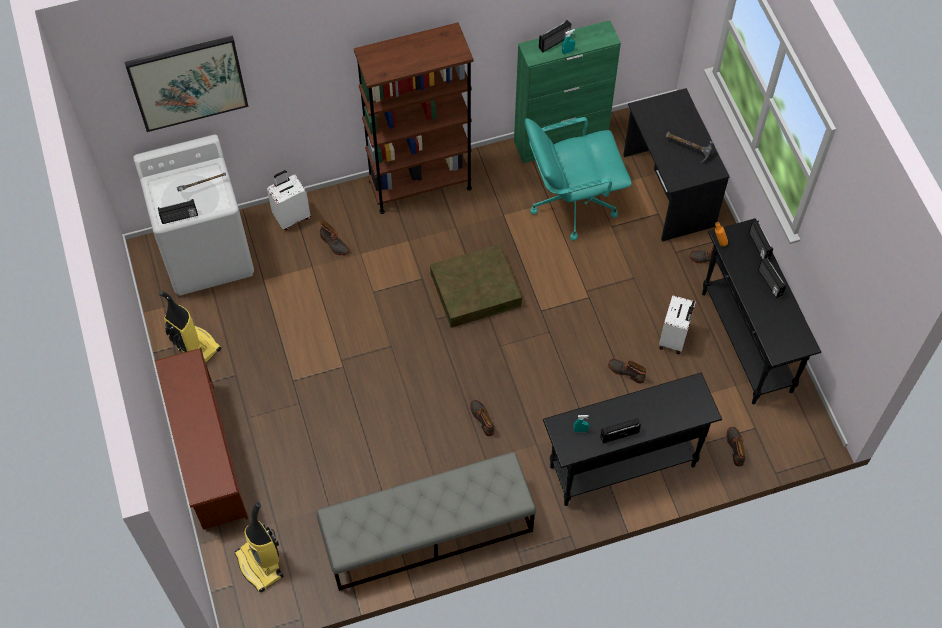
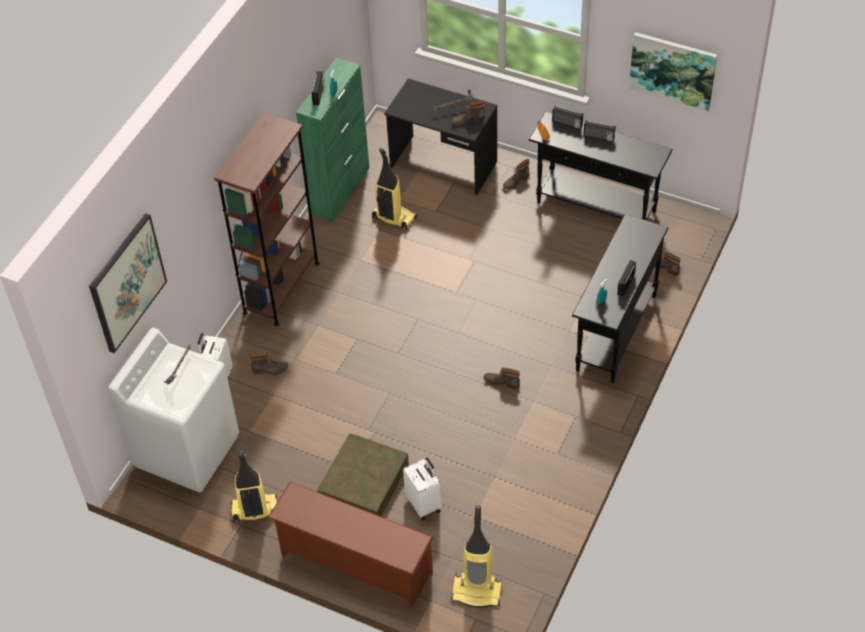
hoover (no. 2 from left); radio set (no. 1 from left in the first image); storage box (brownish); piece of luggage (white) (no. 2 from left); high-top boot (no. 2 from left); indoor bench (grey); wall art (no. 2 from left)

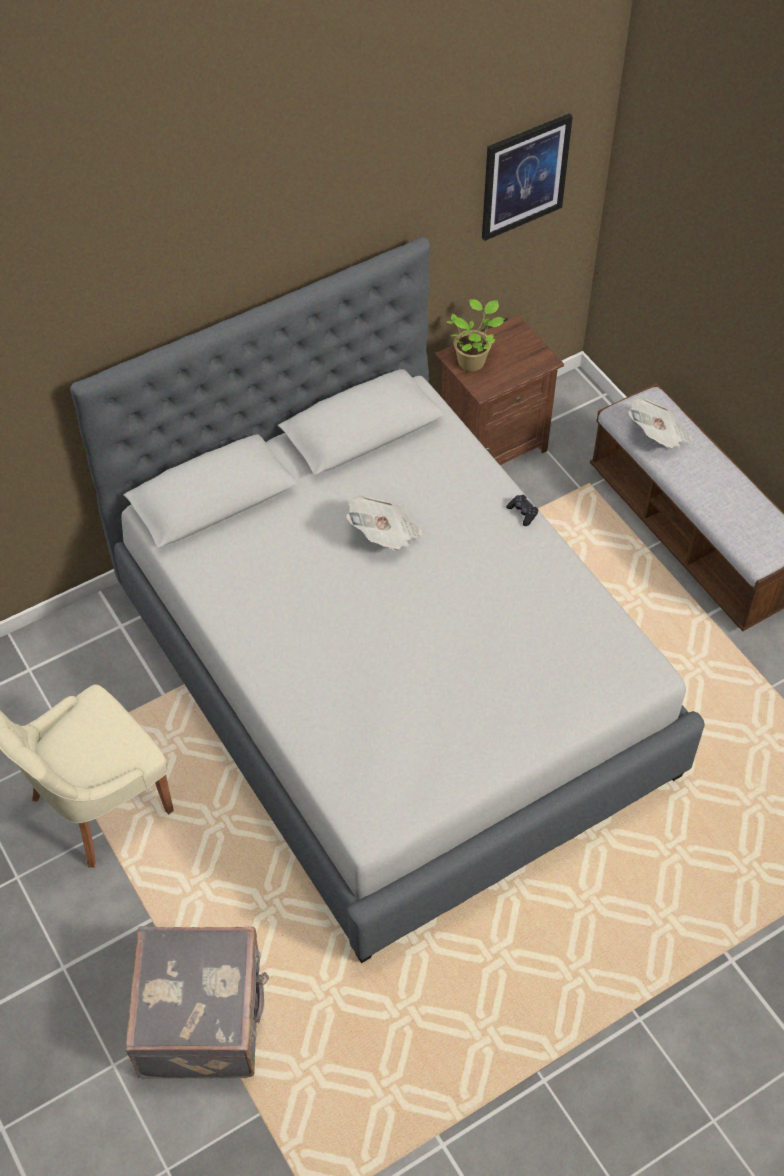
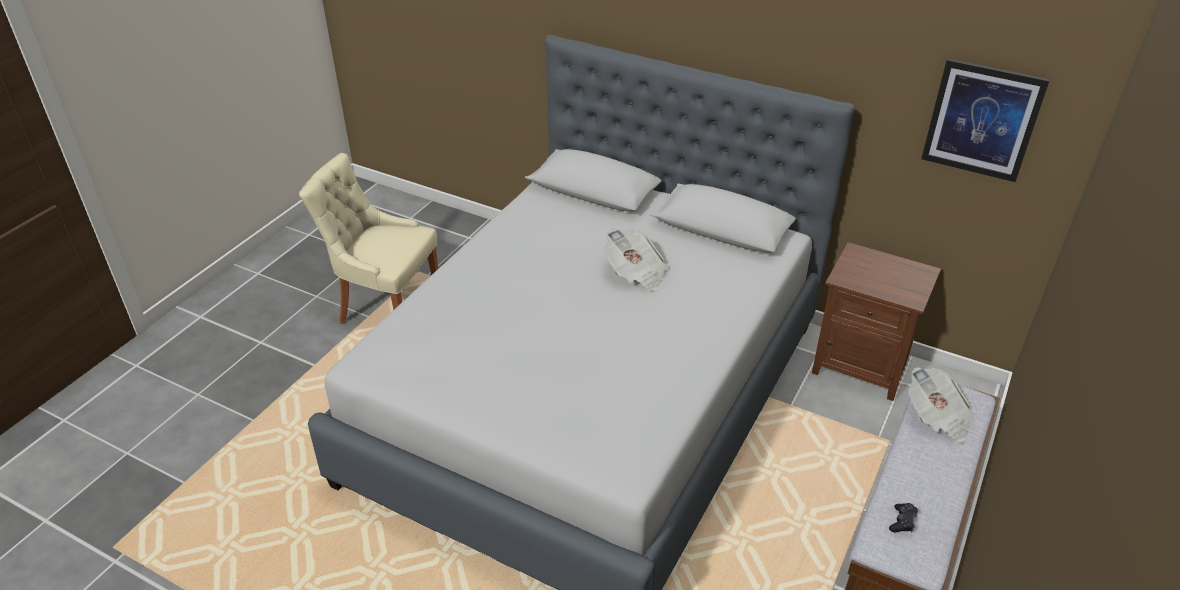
houseplant; gamepad (black-coloured); piece of luggage (grey)

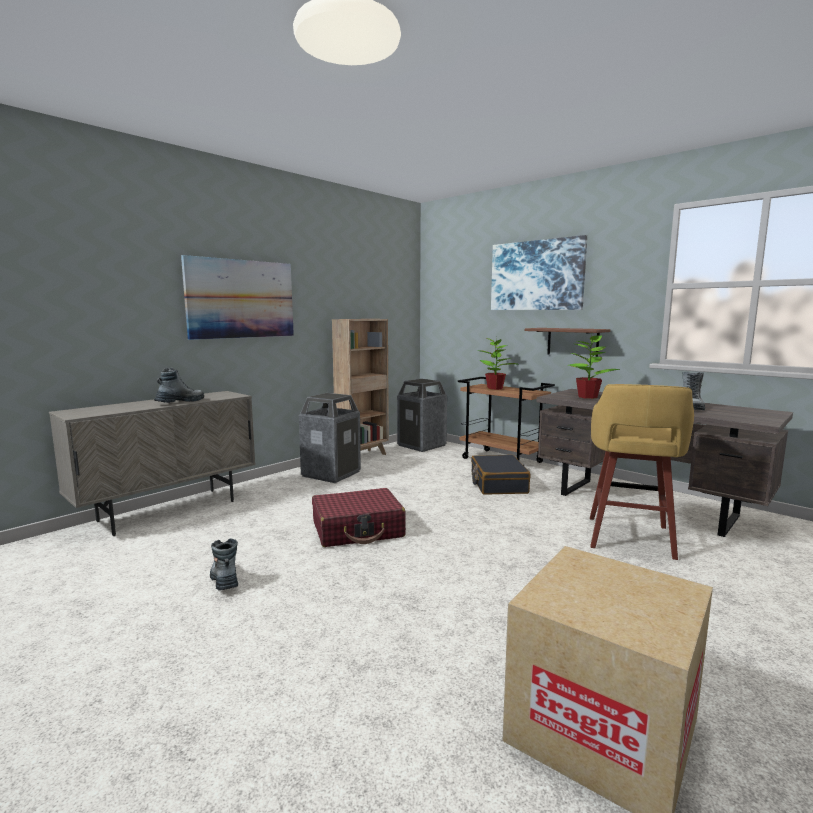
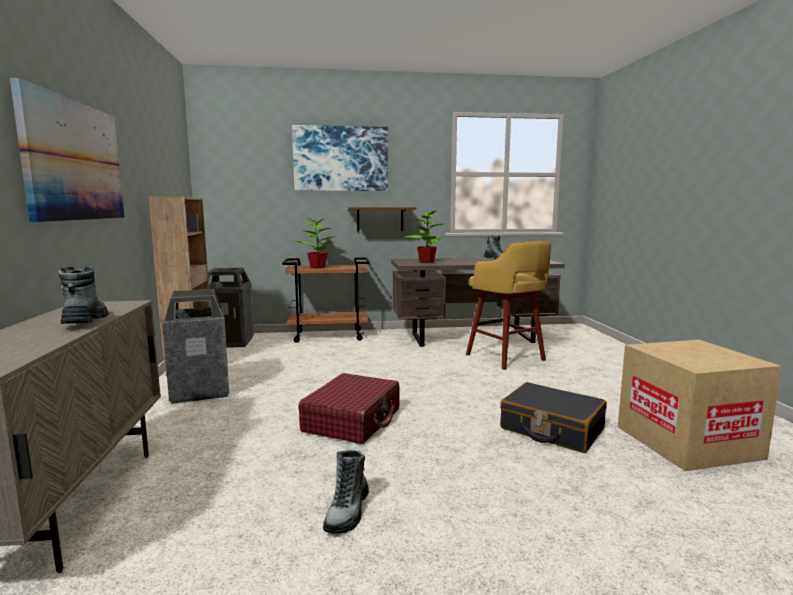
piece of luggage (black-coloured); high-top boot (no. 2 from left)

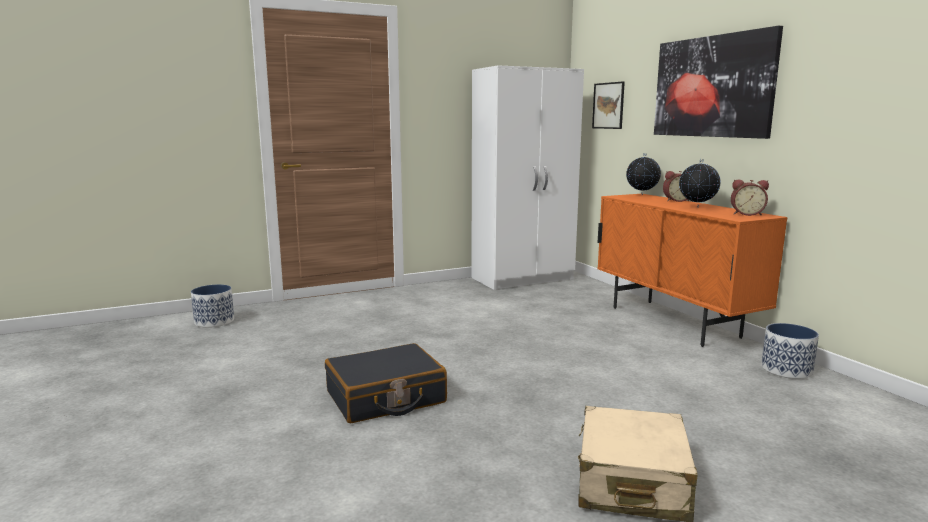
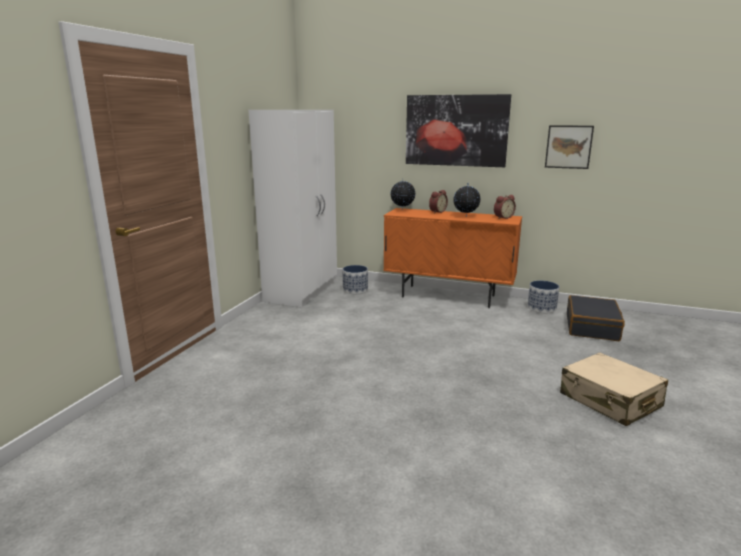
wall art (no. 2 from left); flower pot (no. 1 from left); piece of luggage (black-coloured)

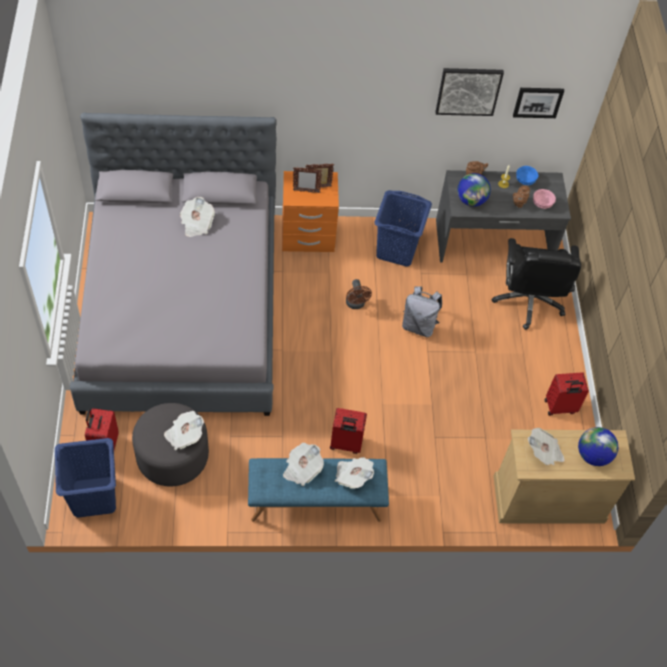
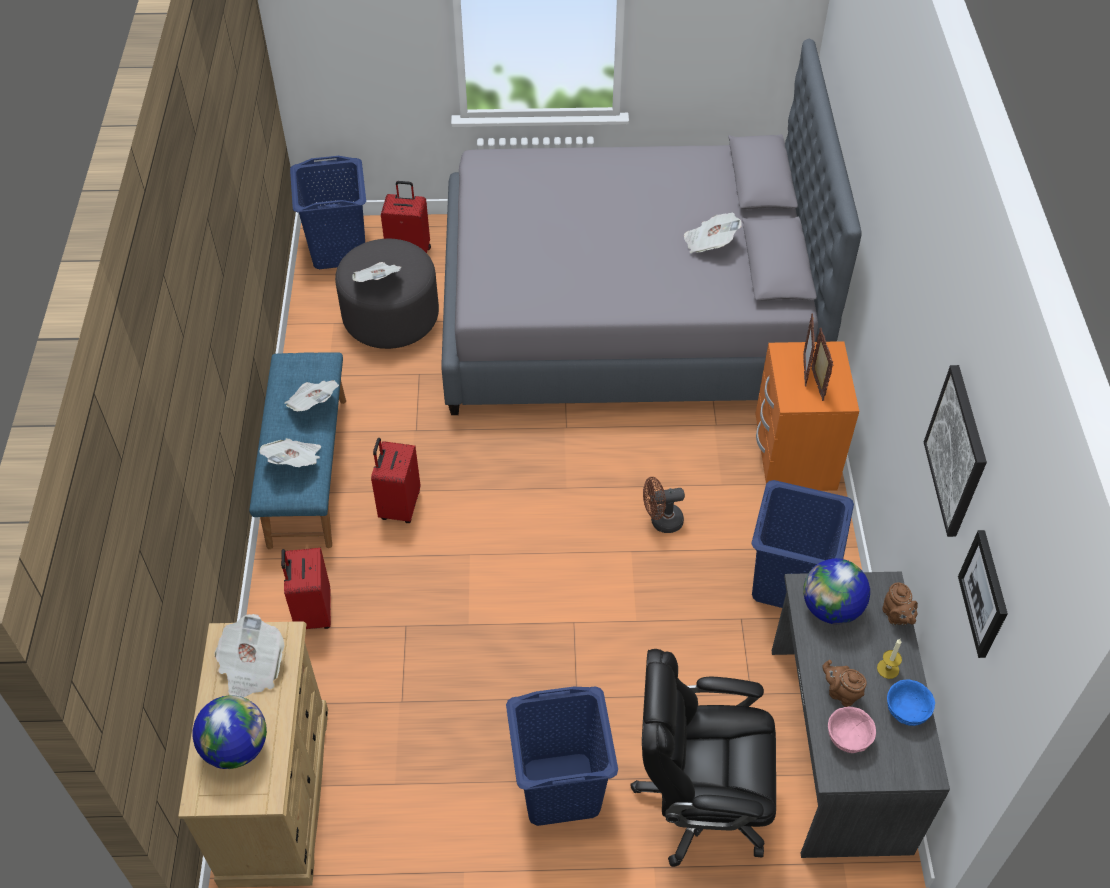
backpack (grey); piece of luggage (reddish) (no. 1 from left); washing basket (blue-coloured) (no. 2 from left)

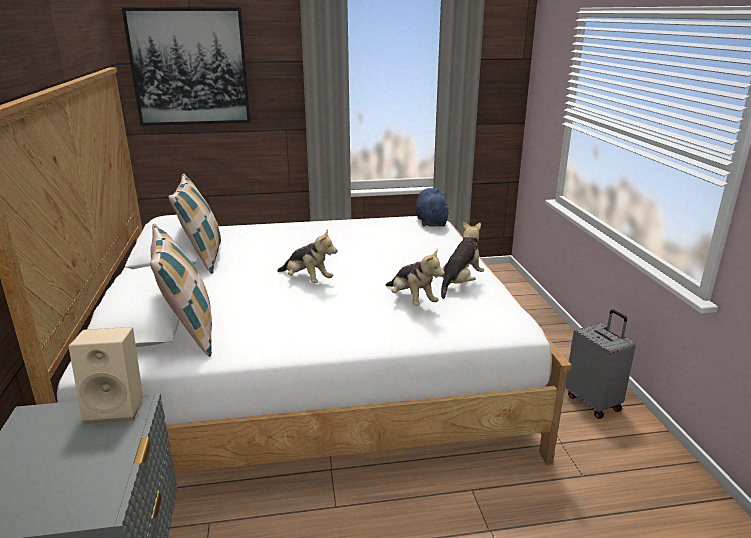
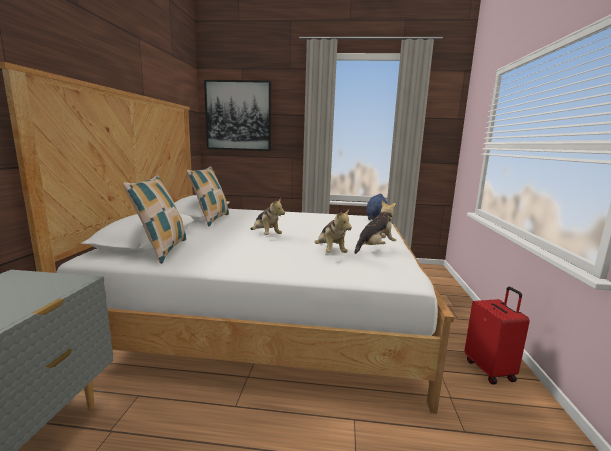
piece of luggage (reddish); speaker (sand-coloured)

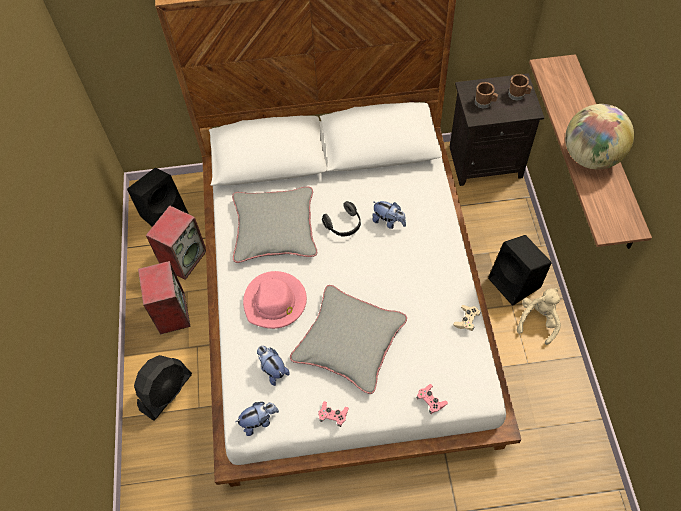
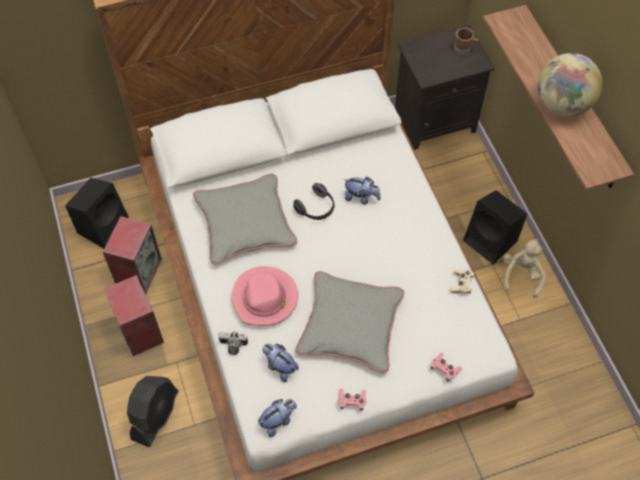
mug (brownish) (no. 1 from left in the first image); still camera

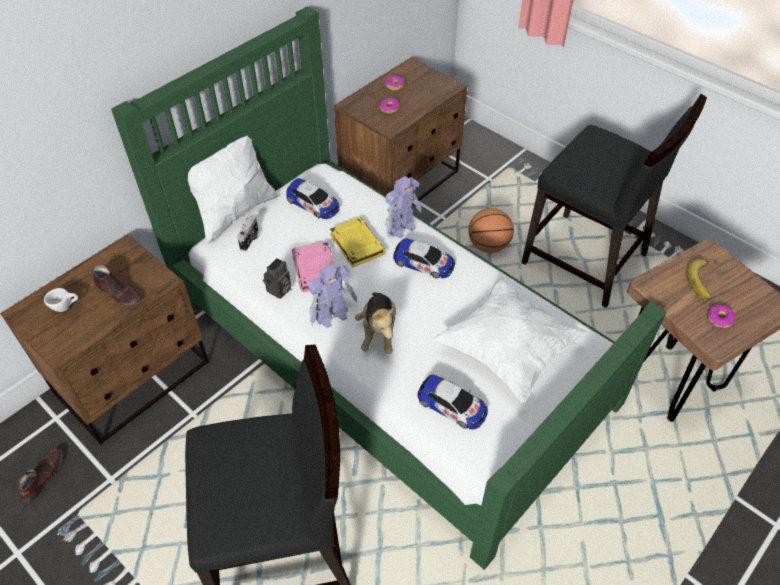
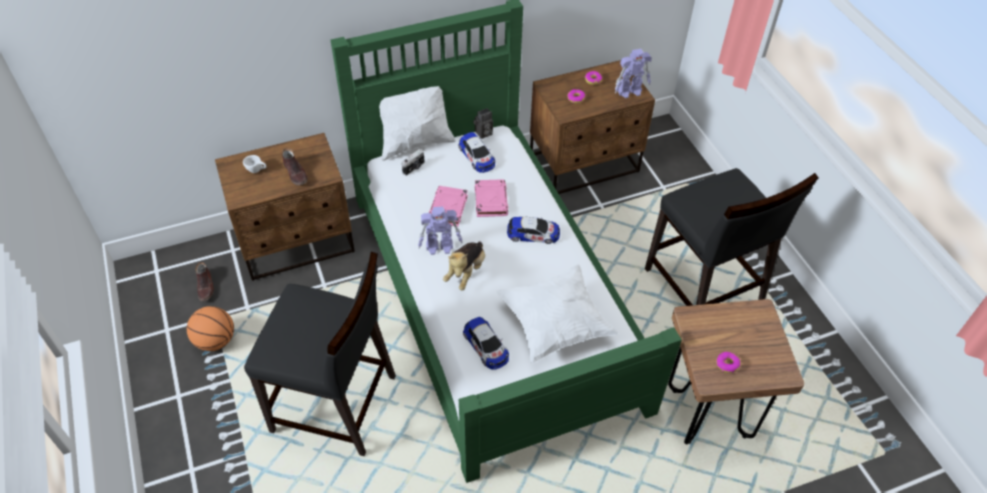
toy robot (no. 2 from left); basketball ball; bound book (pink-coloured) (no. 2 from left); toy car (no. 3 from left); still camera (no. 2 from left); whole banana; low shoe (brownish) (no. 1 from left)

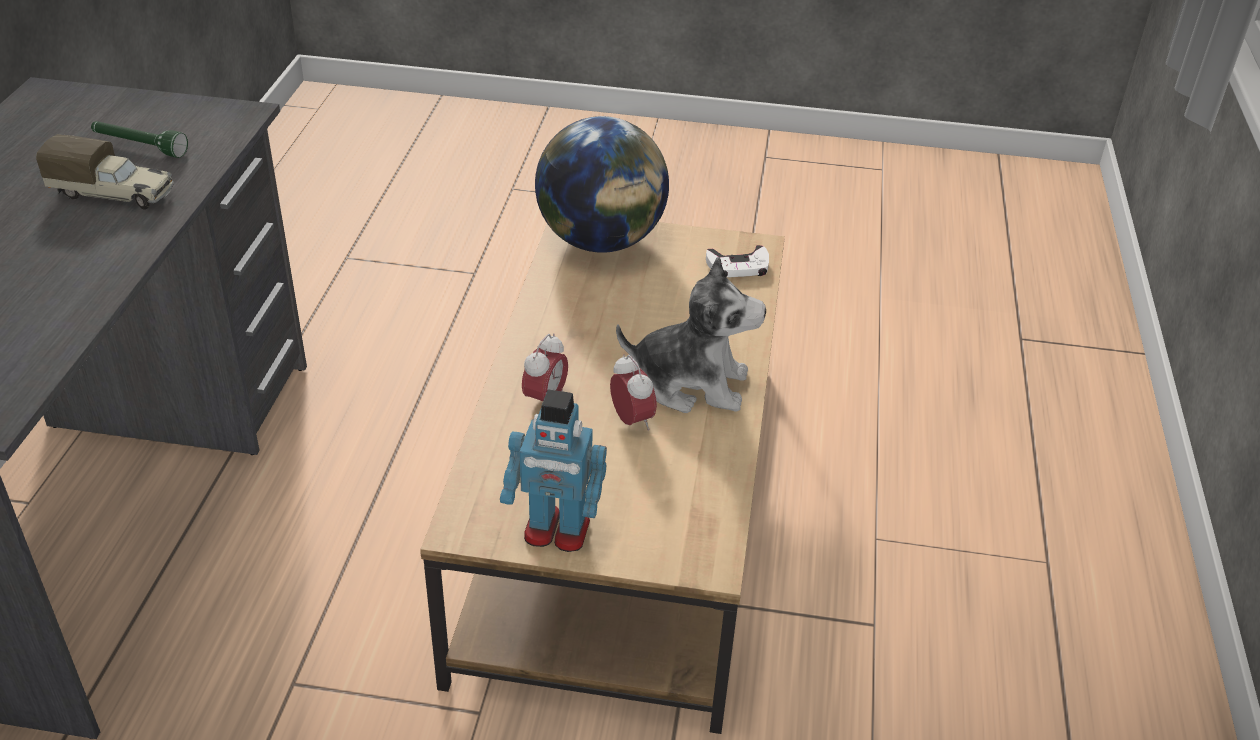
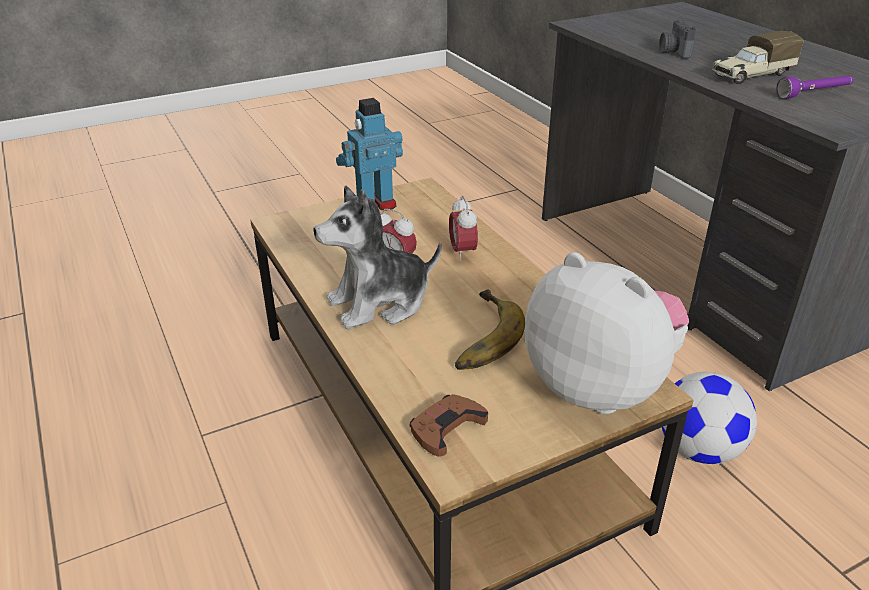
cuddly toy (no. 2 from left); flashlight (purplish); gamepad (brownish); still camera; whole banana; football ball

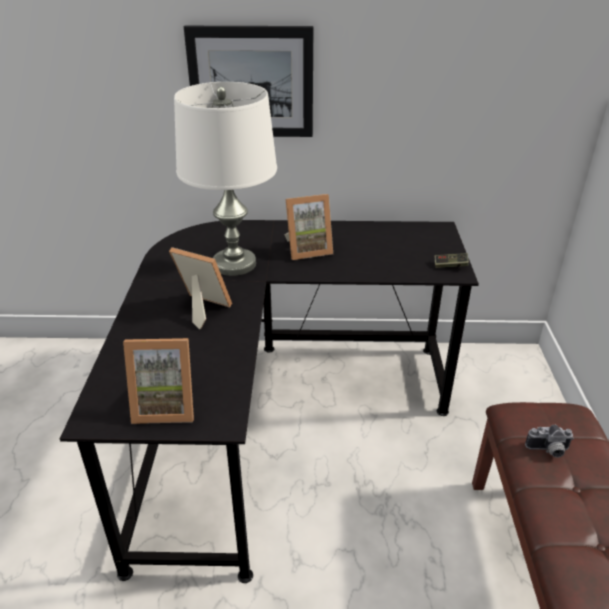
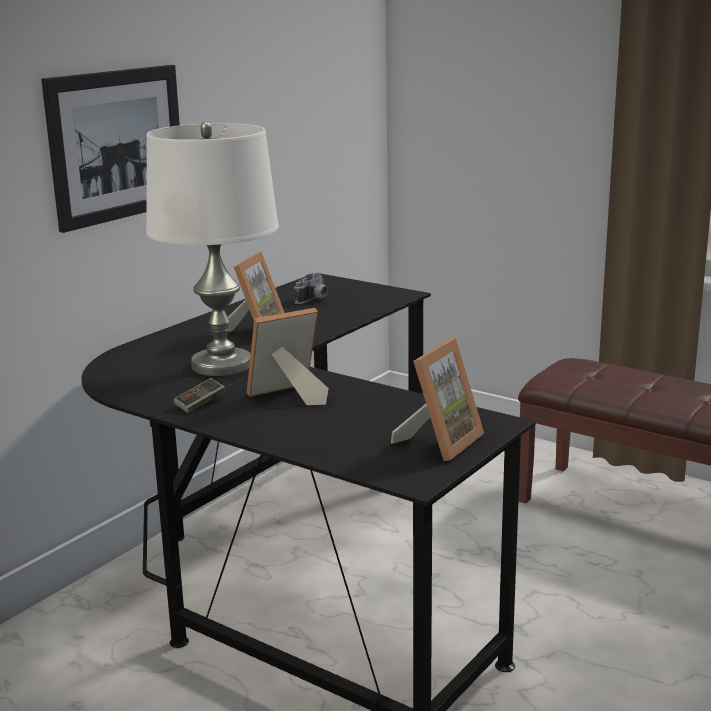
gamepad; still camera

